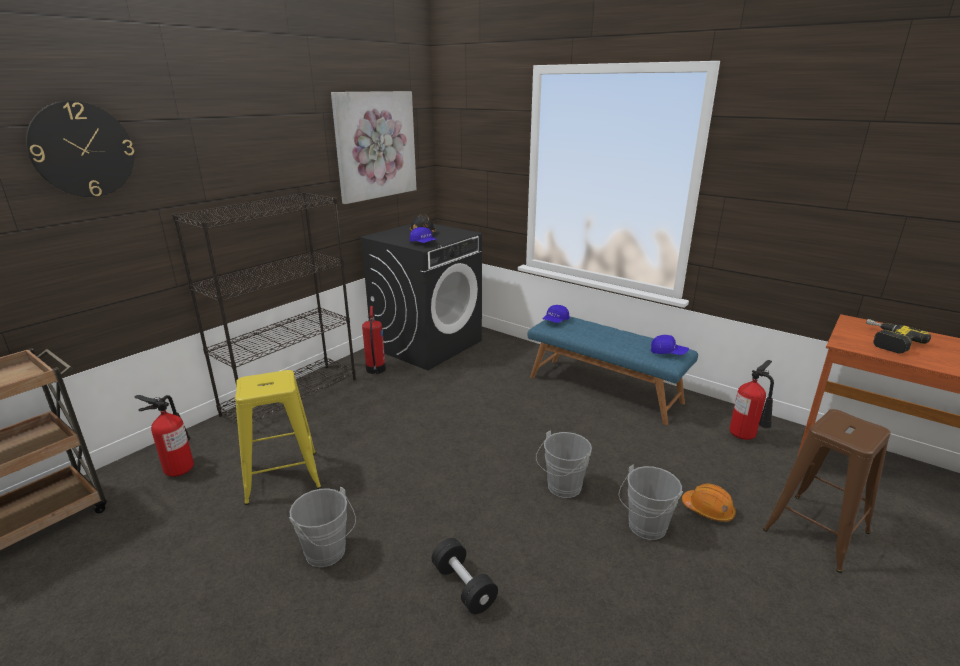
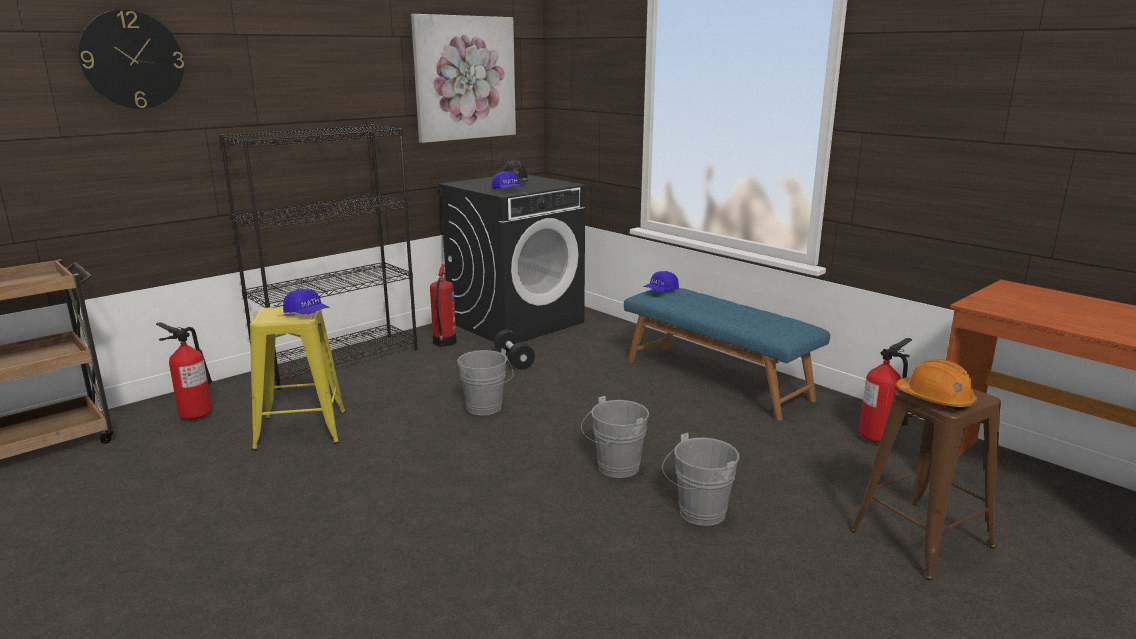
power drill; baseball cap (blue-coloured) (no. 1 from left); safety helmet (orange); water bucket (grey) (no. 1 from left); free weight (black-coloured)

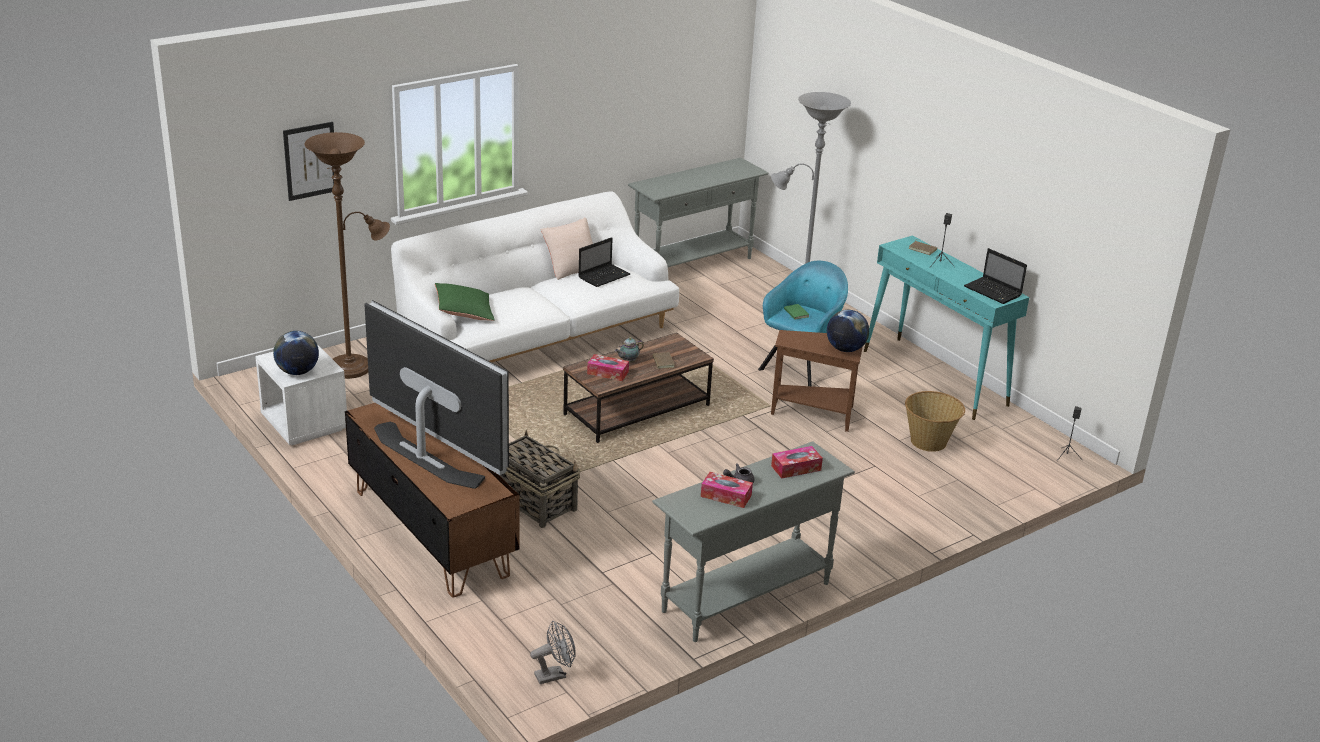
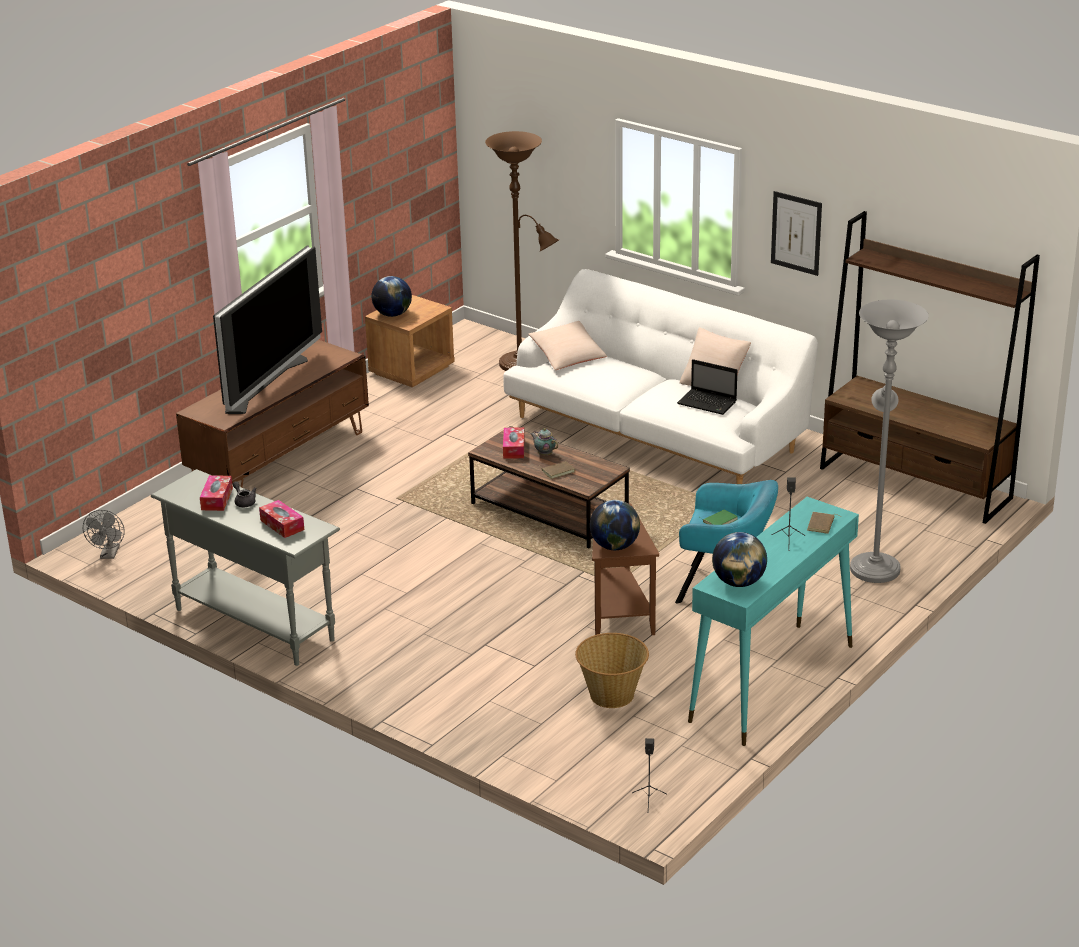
wall art; bookshelf (brownish); desk globe (no. 3 from left); cushion (sand-coloured) (no. 1 from left); bedside table (brownish); basket (no. 1 from left in the first image); electric fan (grey)

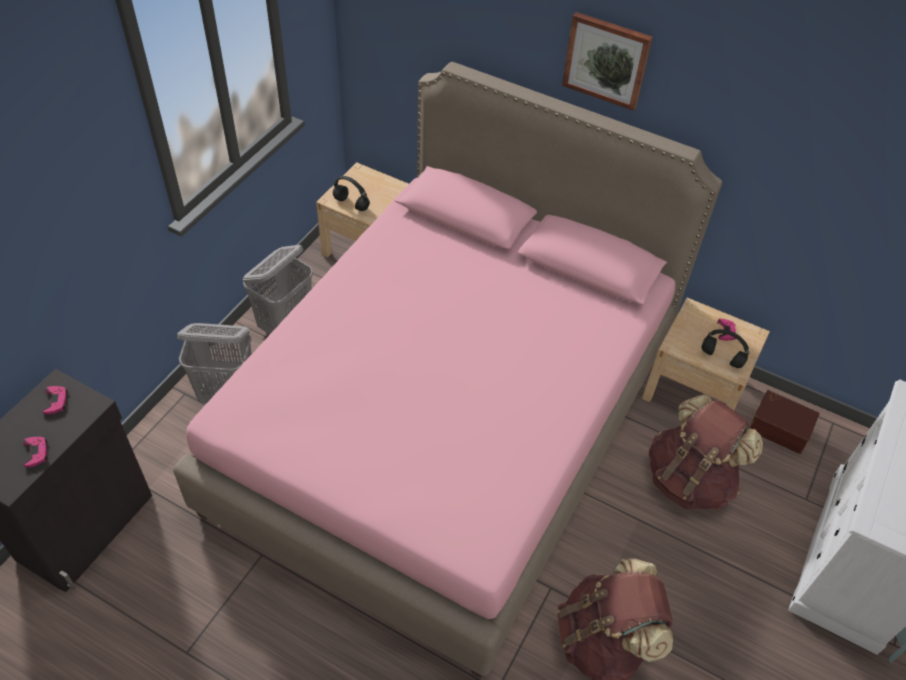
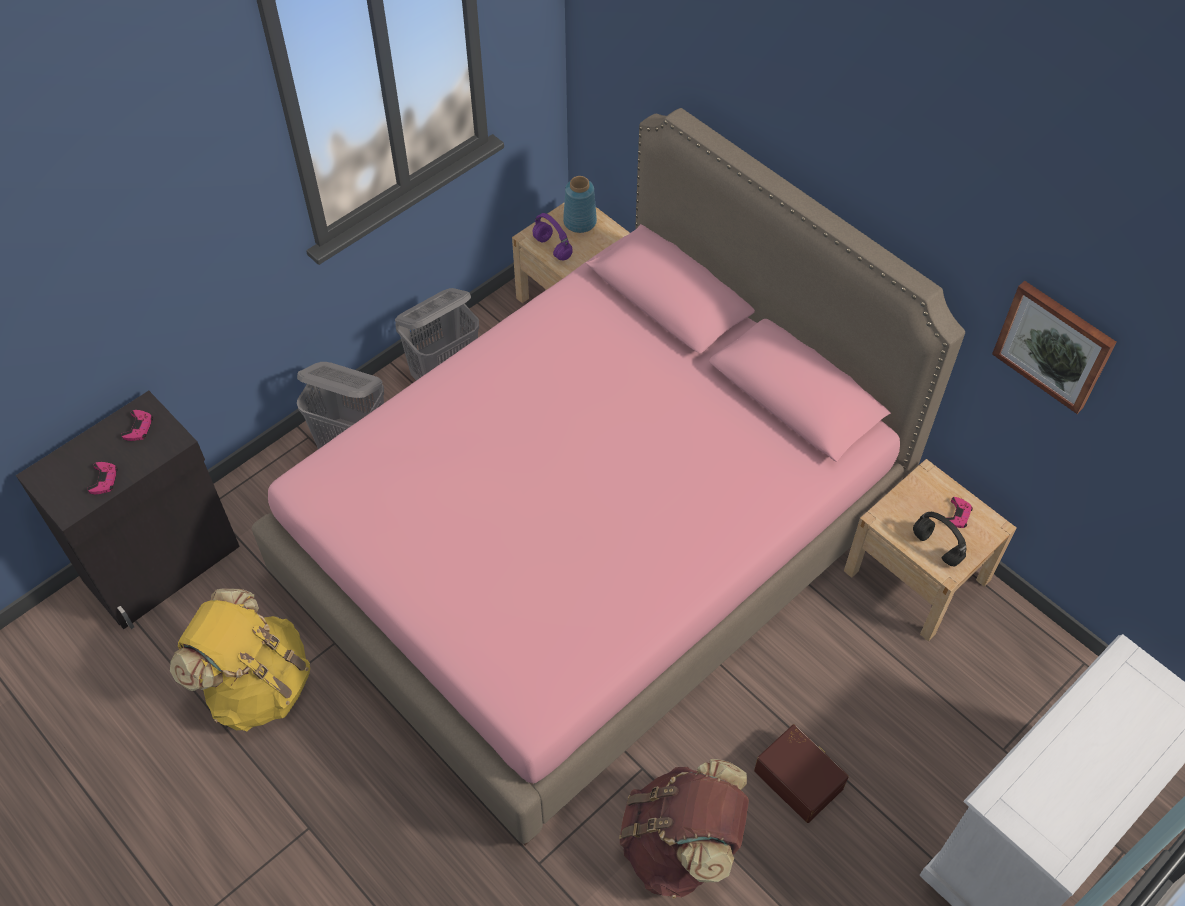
wall art; headset (purplish); storage box (brownish); backpack (brownish) (no. 2 from left in the first image); vase (blue-coloured); backpack (yellow)

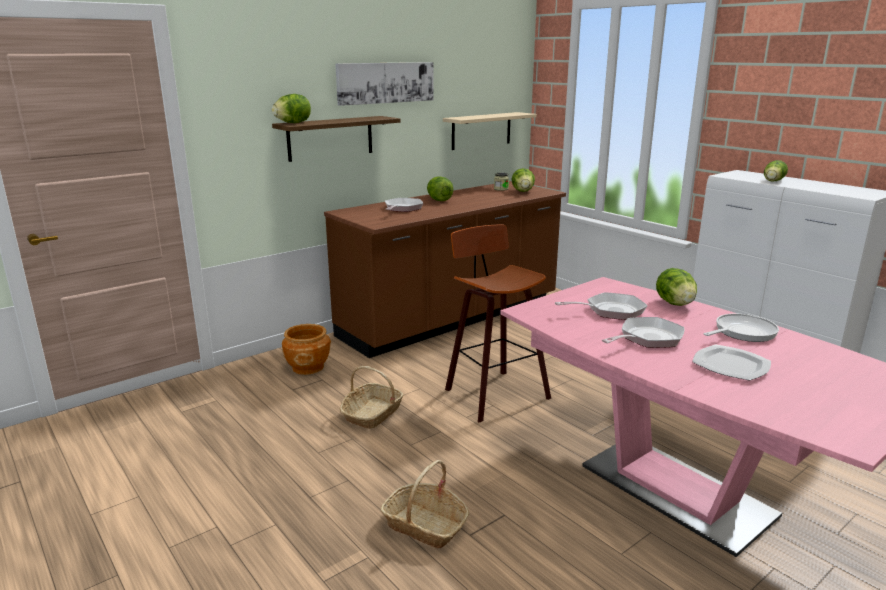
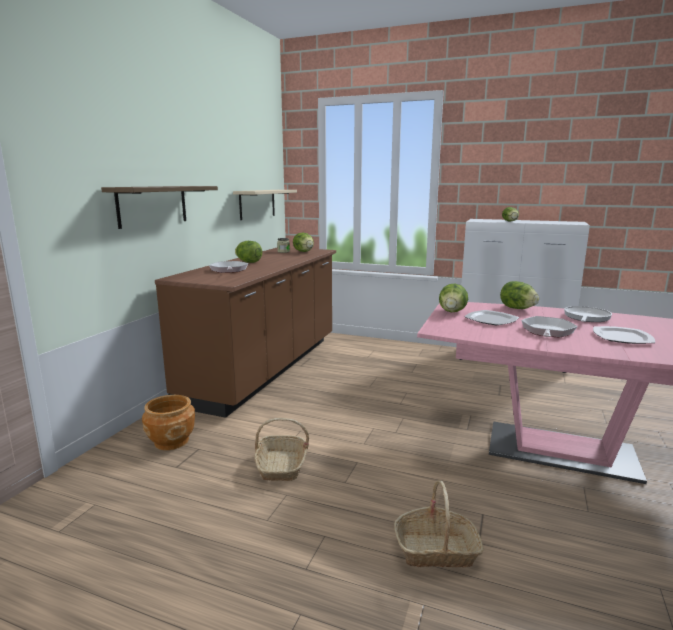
wall art; head of lettuce (no. 3 from left); stool; flat dish (no. 1 from left)

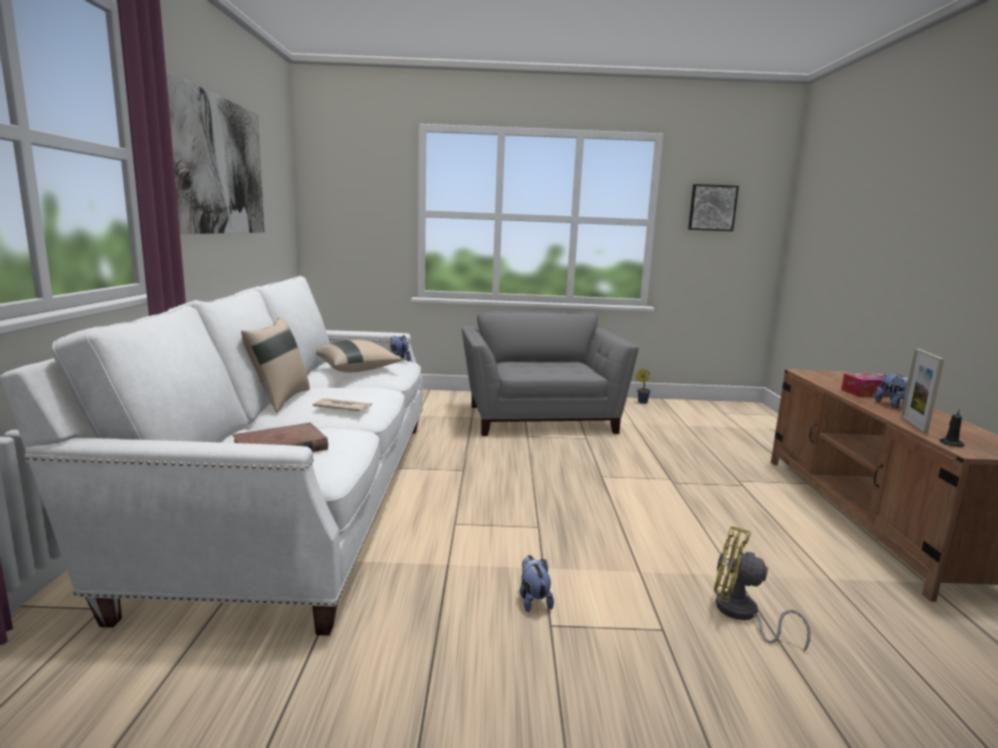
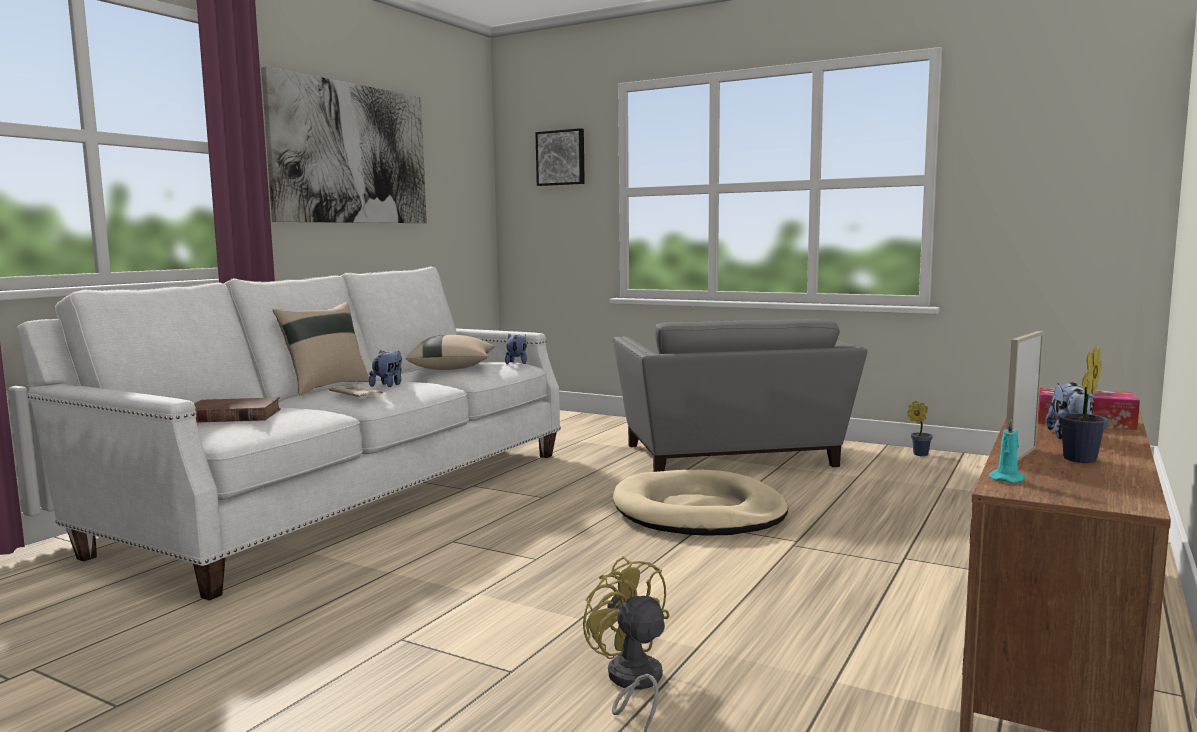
wall art (no. 2 from left); armchair (grey); wax candle (turquoise); cuddly toy (no. 1 from left); houseplant (no. 2 from left); dog bed (sand-coloured)

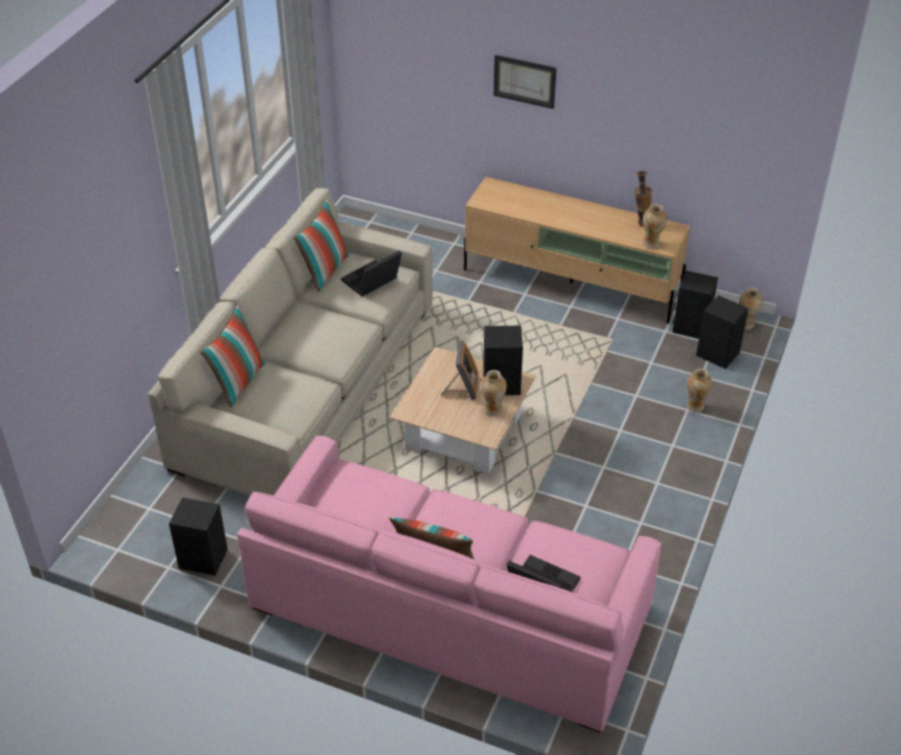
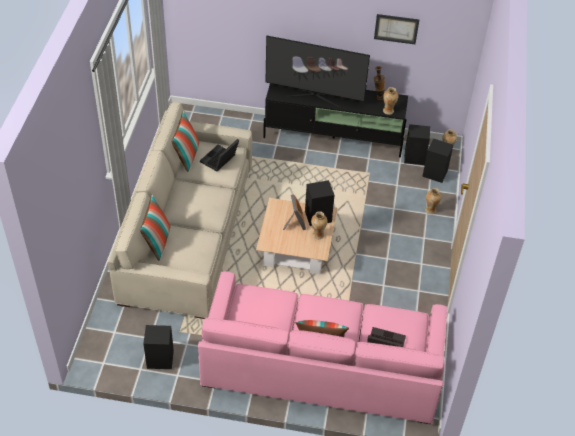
wall art; media console (black-coloured); television

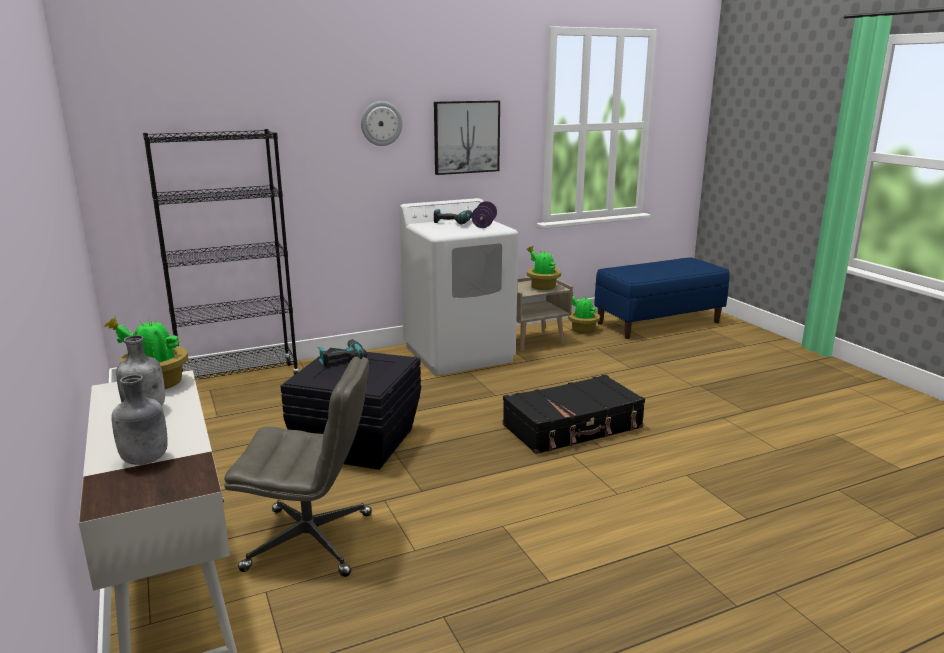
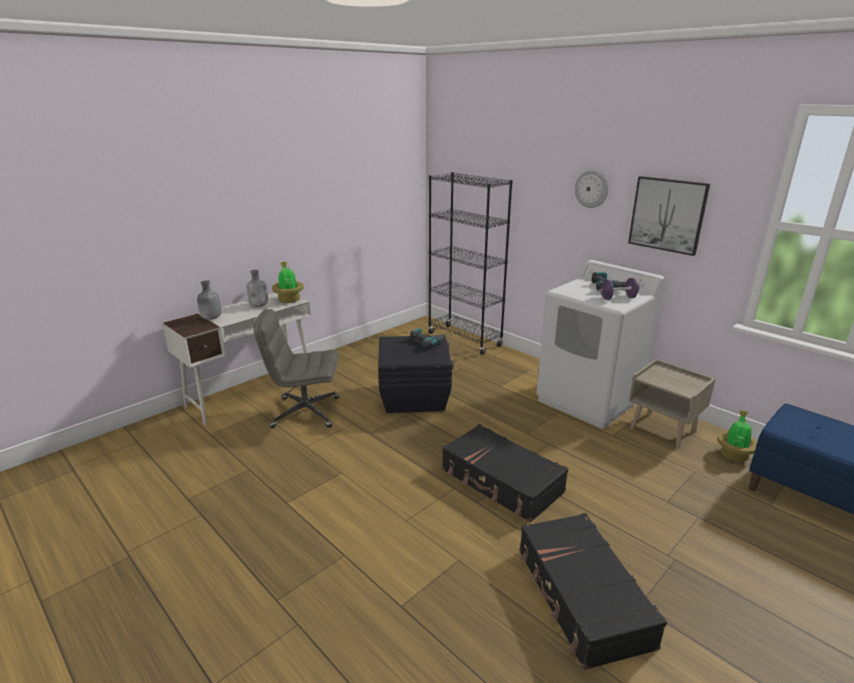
houseplant (no. 2 from left in the first image); computer chair (grey); piece of luggage (black-coloured) (no. 2 from left)

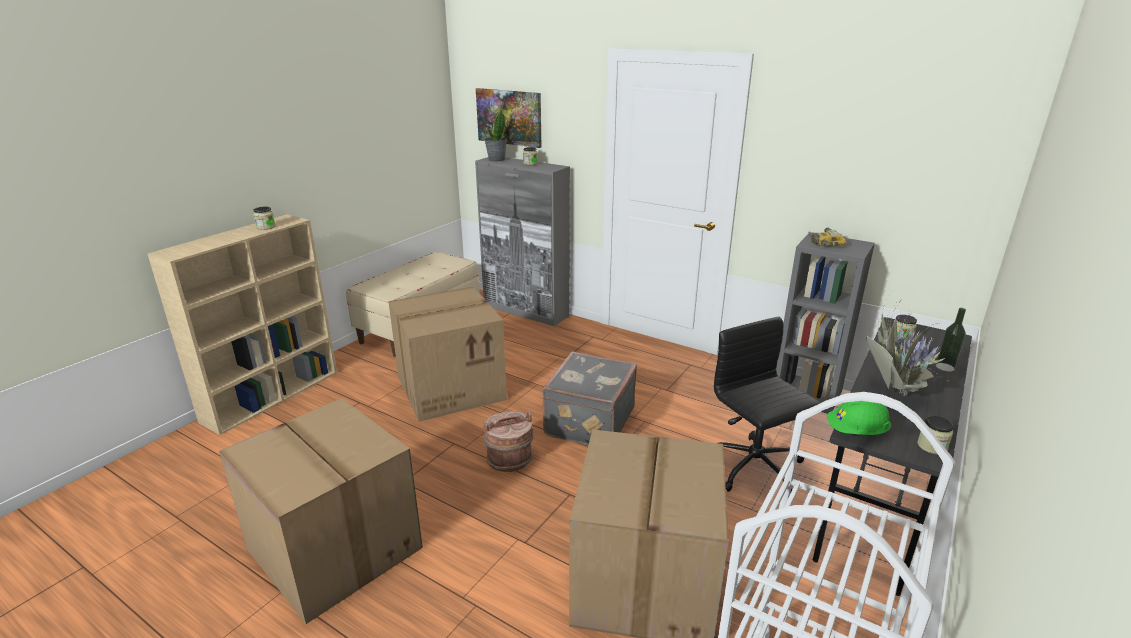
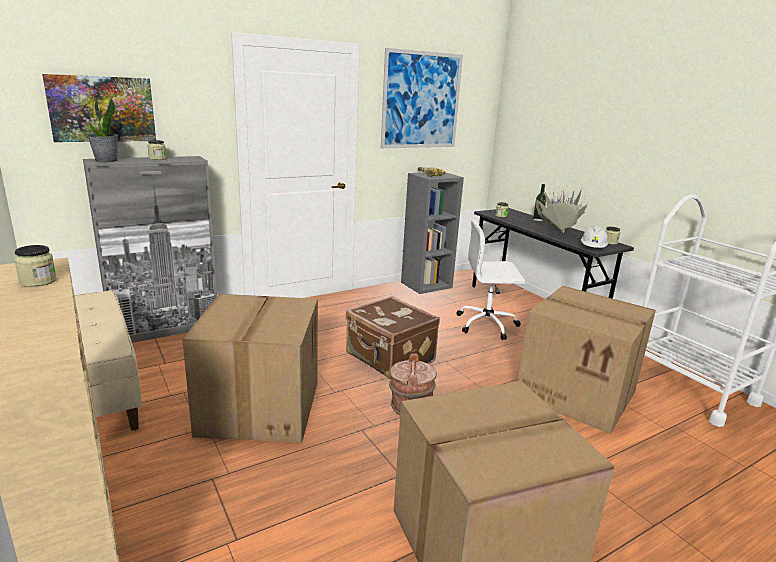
computer chair (white); piece of luggage (brownish); safety helmet (white); wall art (no. 2 from left)

